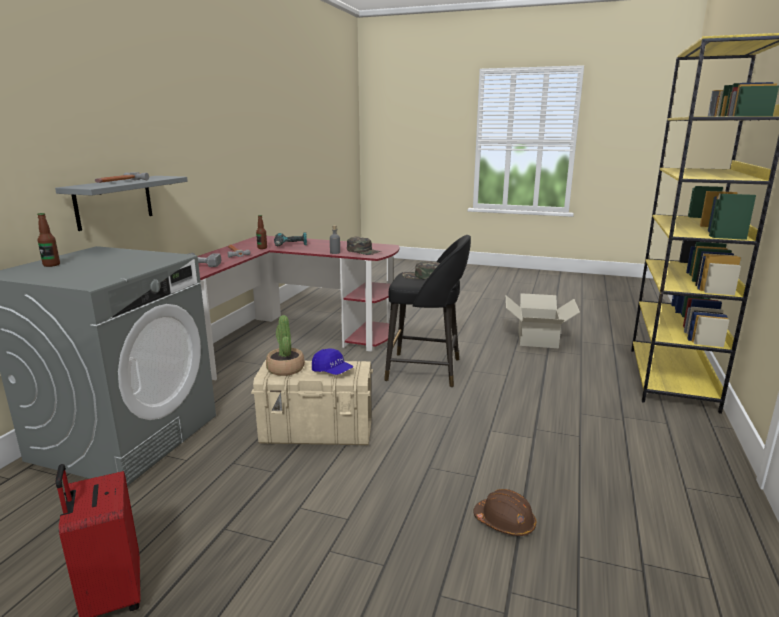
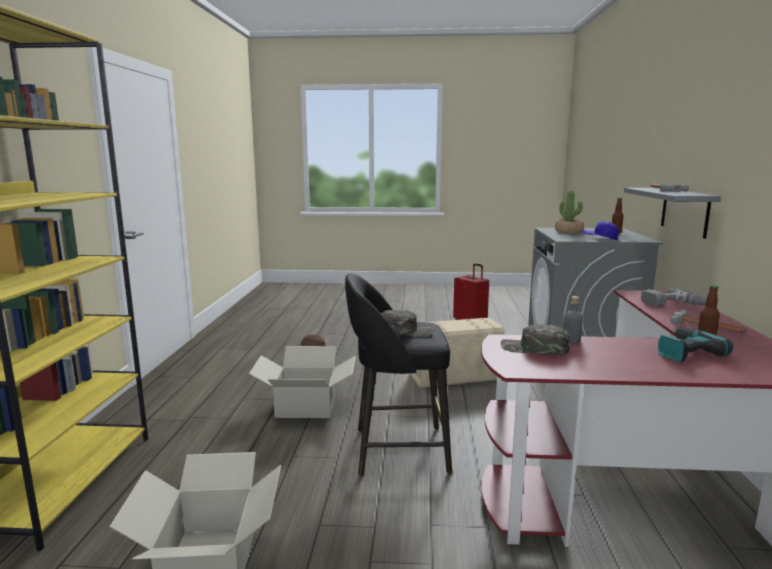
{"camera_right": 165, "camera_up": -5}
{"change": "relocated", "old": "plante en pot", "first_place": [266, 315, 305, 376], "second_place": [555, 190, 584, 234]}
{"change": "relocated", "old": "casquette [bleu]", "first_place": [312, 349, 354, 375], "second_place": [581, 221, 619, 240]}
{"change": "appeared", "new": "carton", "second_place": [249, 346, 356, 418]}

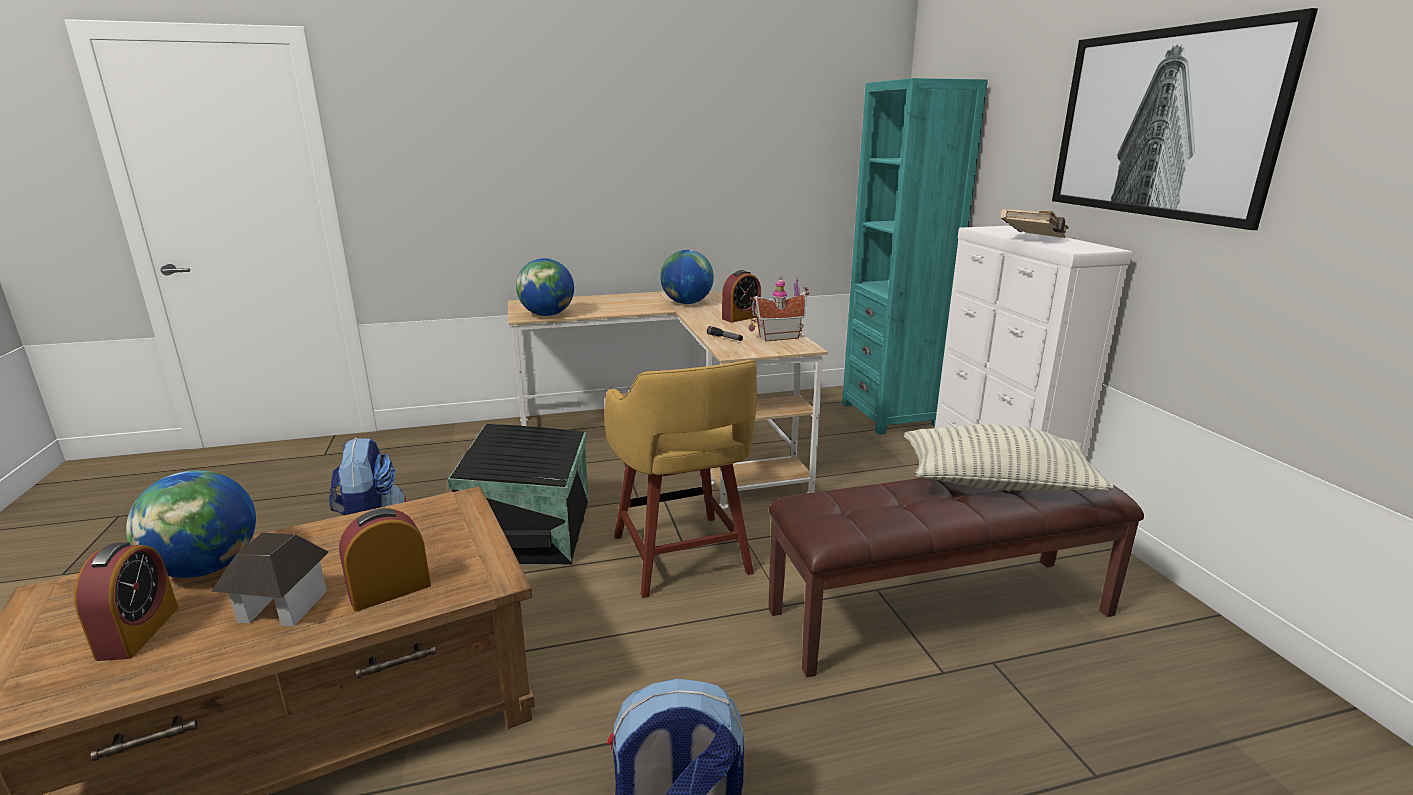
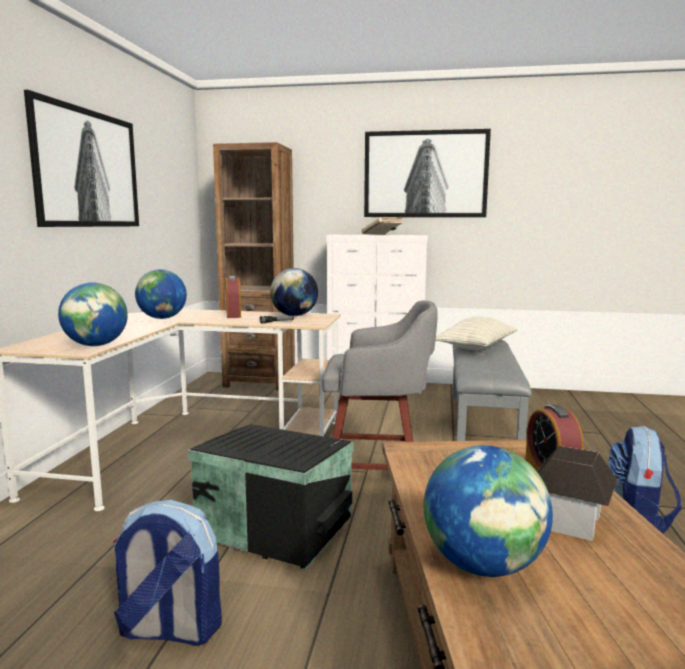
{"camera_right": -65, "camera_up": -10}
{"change": "missing", "old": "réveil", "first_place": [74, 542, 178, 661]}
{"change": "colour", "old": "tabouret [jaune]", "new": "tabouret [gris]", "first_place": [605, 360, 757, 598], "second_place": [322, 301, 438, 470]}
{"change": "exchanged", "old": "maison miniature", "new": "globe", "first_place": [748, 276, 809, 342], "second_place": [270, 268, 318, 316]}
{"change": "colour", "old": "banc [marron]", "new": "banc [gris]", "first_place": [769, 478, 1144, 677], "second_place": [452, 339, 532, 441]}
{"change": "colour", "old": "bibliothèque [turquoise]", "new": "bibliothèque [marron]", "first_place": [842, 78, 988, 435], "second_place": [213, 142, 295, 391]}
{"change": "appeared", "new": "tableau", "second_place": [24, 90, 139, 227]}

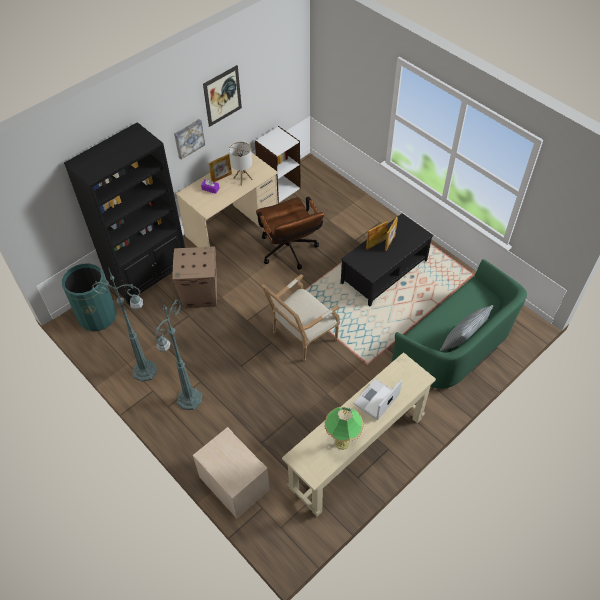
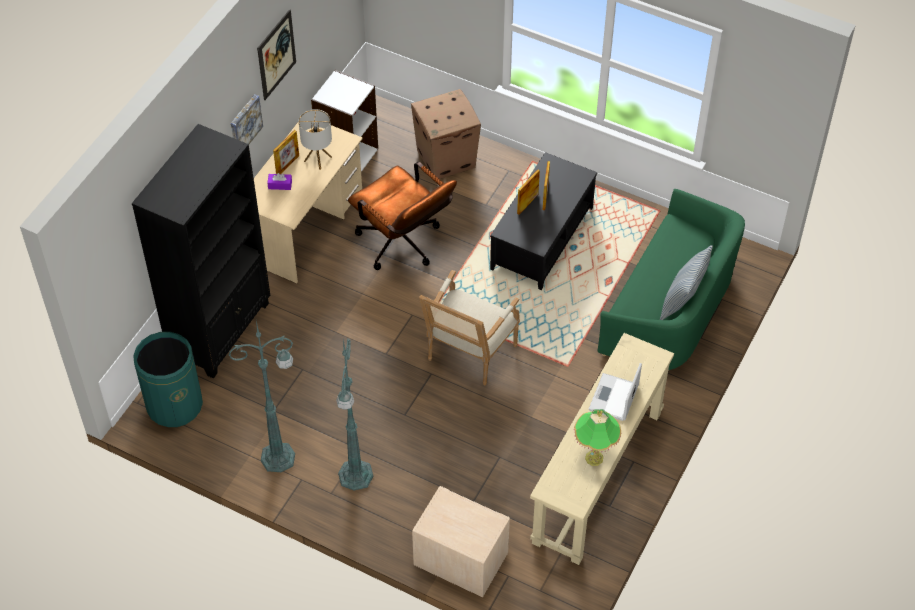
{"camera_right": -20, "camera_up": 0}
{"change": "relocated", "old": "carton", "first_place": [172, 246, 217, 308], "second_place": [411, 89, 481, 179]}

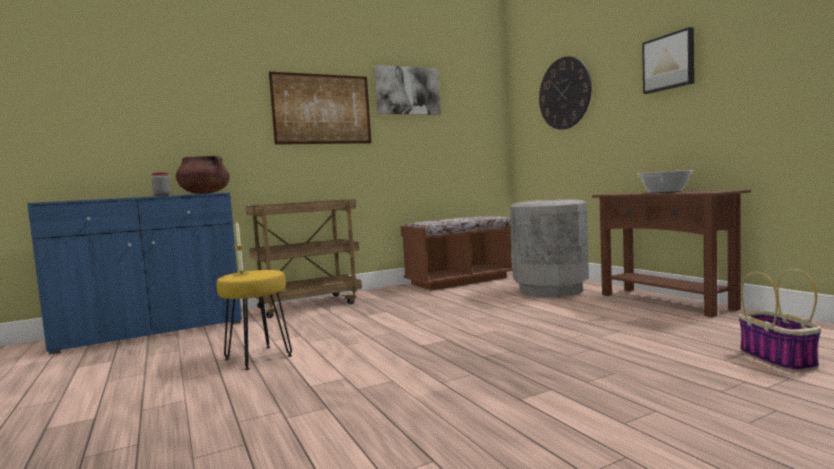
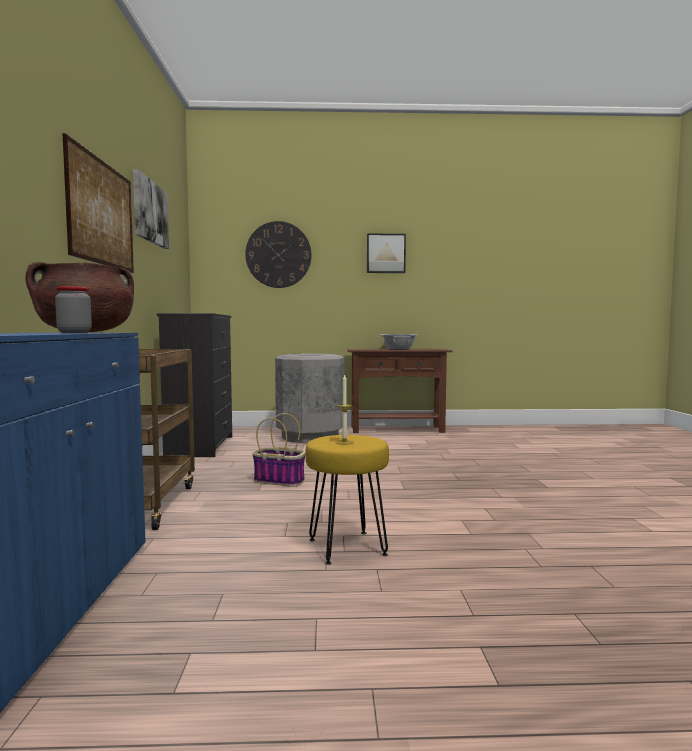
{"camera_right": -65, "camera_up": 0}
{"change": "exchanged", "old": "banc [marron]", "new": "commode [noir]", "first_place": [401, 216, 513, 291], "second_place": [157, 313, 232, 457]}
{"change": "relocated", "old": "panier", "first_place": [738, 269, 822, 373], "second_place": [252, 413, 305, 487]}

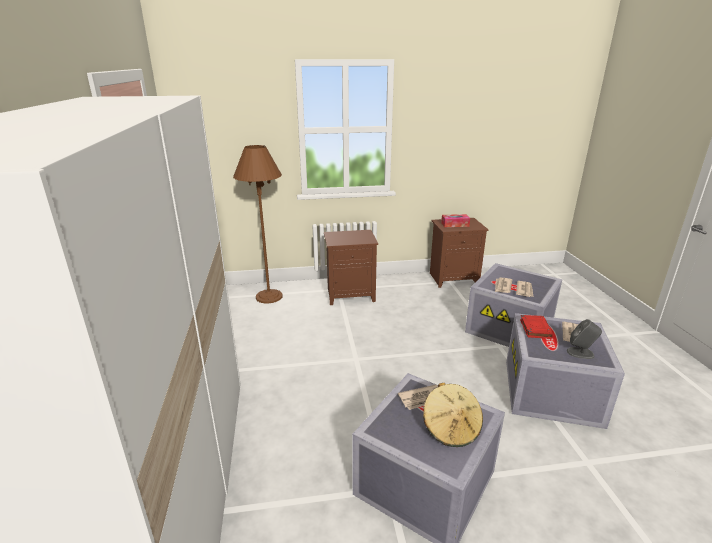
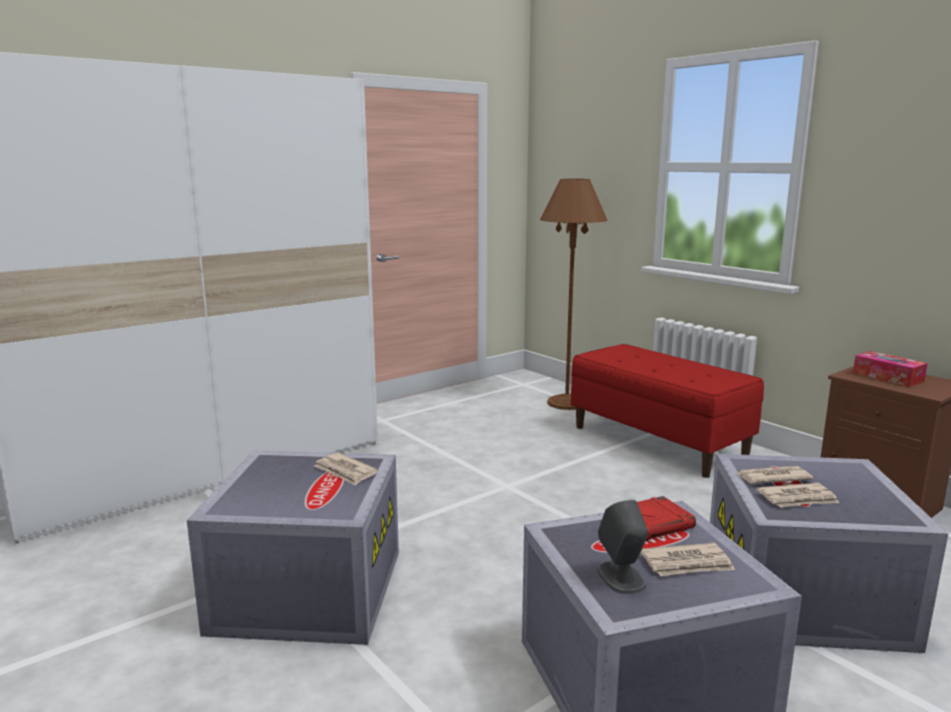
{"camera_right": 60, "camera_up": -10}
{"change": "exchanged", "old": "table de chevet [marron]", "new": "banc [rouge]", "first_place": [324, 230, 378, 305], "second_place": [571, 344, 764, 478]}
{"change": "missing", "old": "chapeau [beige]", "first_place": [423, 383, 483, 447]}

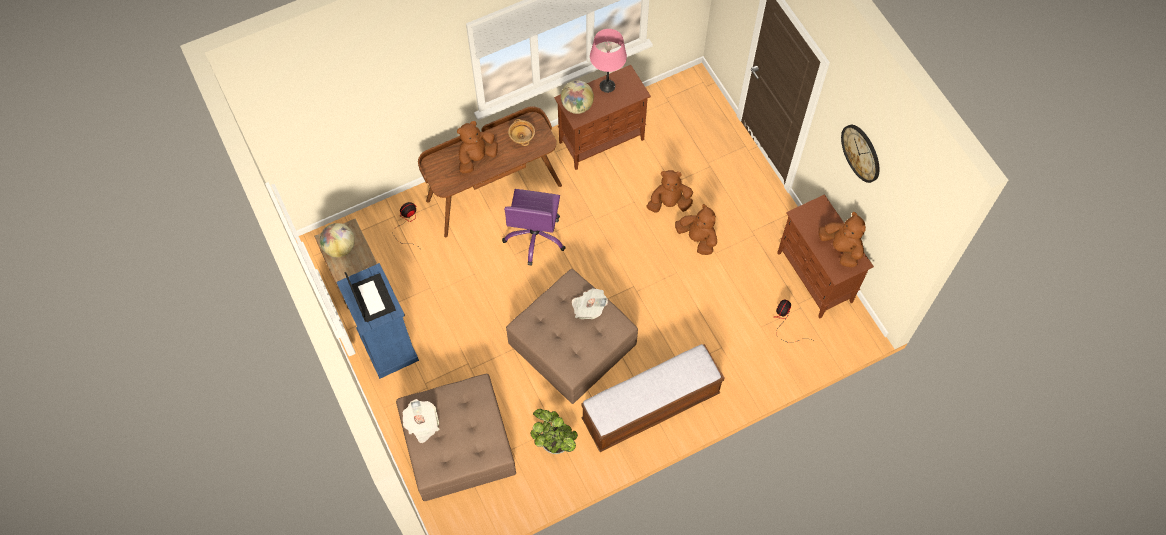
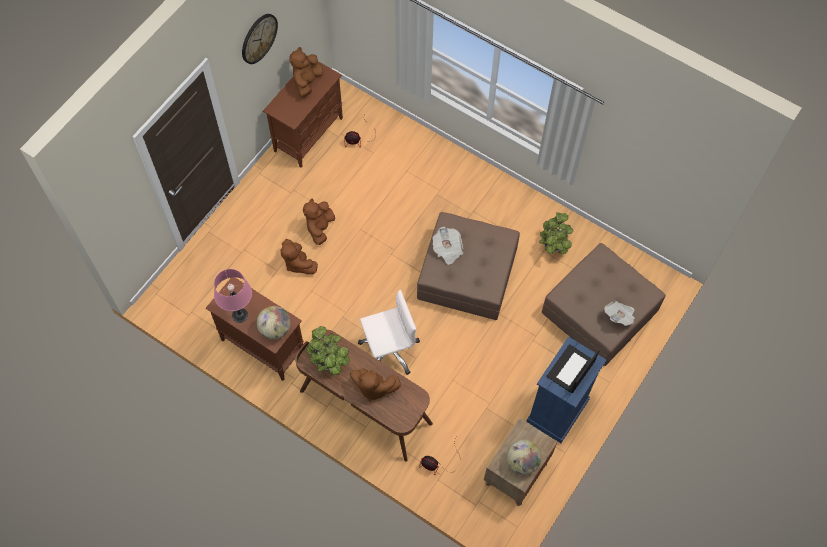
{"camera_right": -120, "camera_up": 0}
{"change": "colour", "old": "chaise de bureau [violet]", "new": "chaise de bureau [blanc]", "first_place": [502, 189, 566, 266], "second_place": [358, 290, 420, 375]}
{"change": "exchanged", "old": "bol [beige]", "new": "plante en pot", "first_place": [508, 119, 535, 146], "second_place": [307, 326, 350, 375]}
{"change": "missing", "old": "banc", "first_place": [581, 344, 724, 452]}

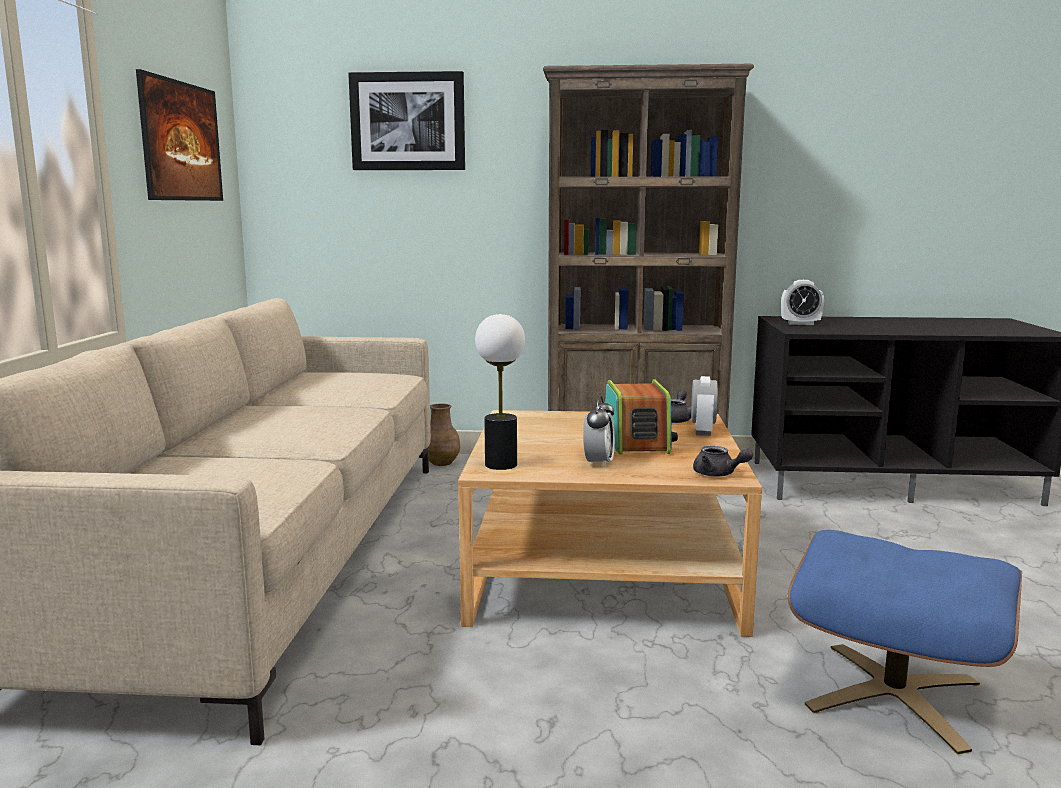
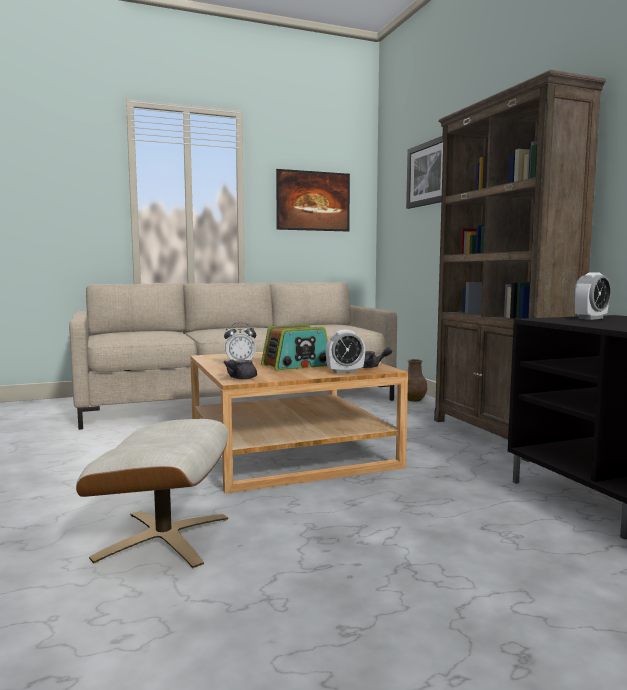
{"camera_right": 65, "camera_up": -5}
{"change": "missing", "old": "lampe de table", "first_place": [475, 314, 525, 470]}
{"change": "spun", "old": "réveil", "first_place": [781, 280, 824, 325], "second_place": [574, 272, 611, 320], "degrees": -105}
{"change": "colour", "old": "pouf [bleu]", "new": "pouf [beige]", "first_place": [788, 530, 1022, 755], "second_place": [76, 419, 228, 568]}

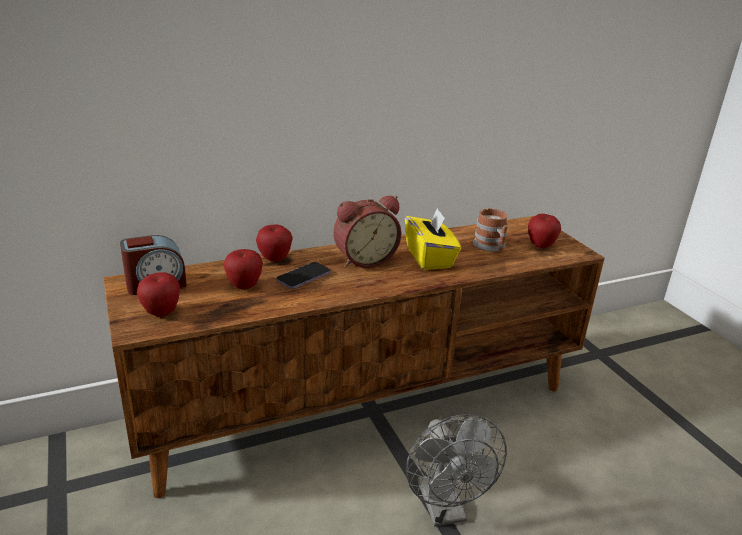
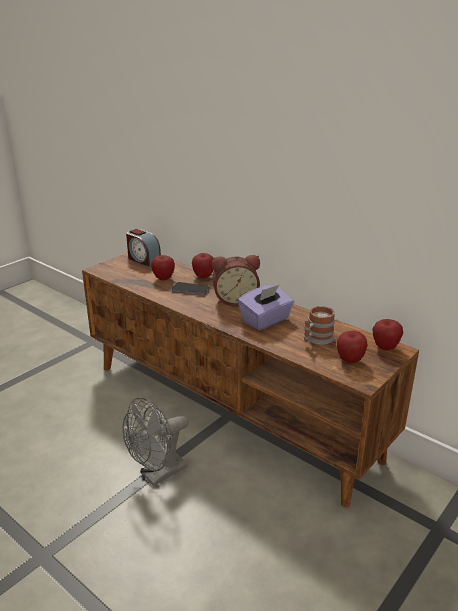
{"camera_right": 65, "camera_up": 0}
{"change": "relocated", "old": "pomme", "first_place": [137, 272, 180, 317], "second_place": [372, 319, 403, 350]}
{"change": "spun", "old": "réveil", "first_place": [333, 196, 401, 268], "second_place": [212, 255, 260, 307], "degrees": -45}
{"change": "colour", "old": "boîte à mouchoirs [jaune]", "new": "boîte à mouchoirs [violet]", "first_place": [405, 207, 461, 270], "second_place": [238, 285, 294, 330]}

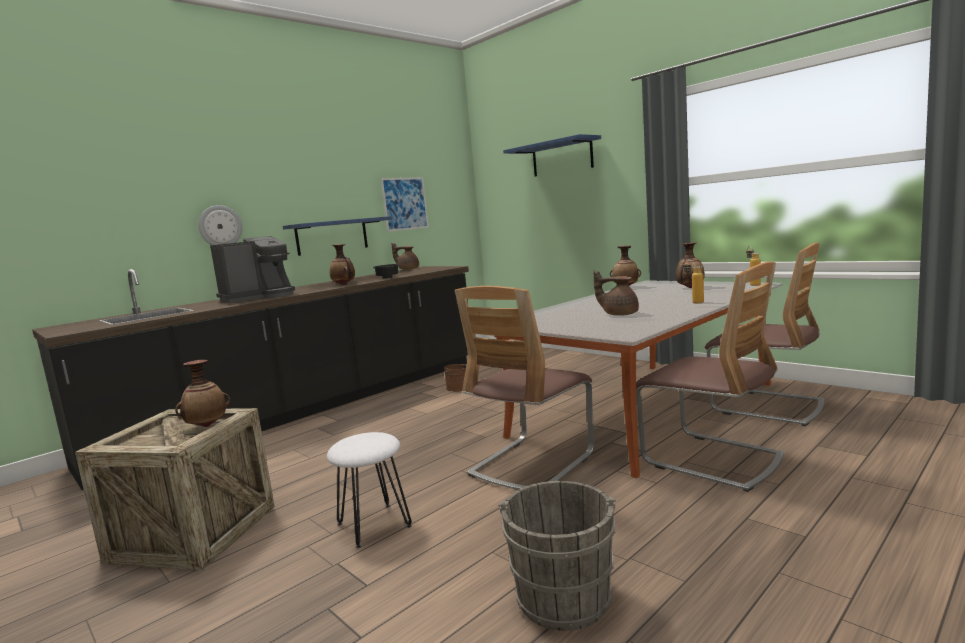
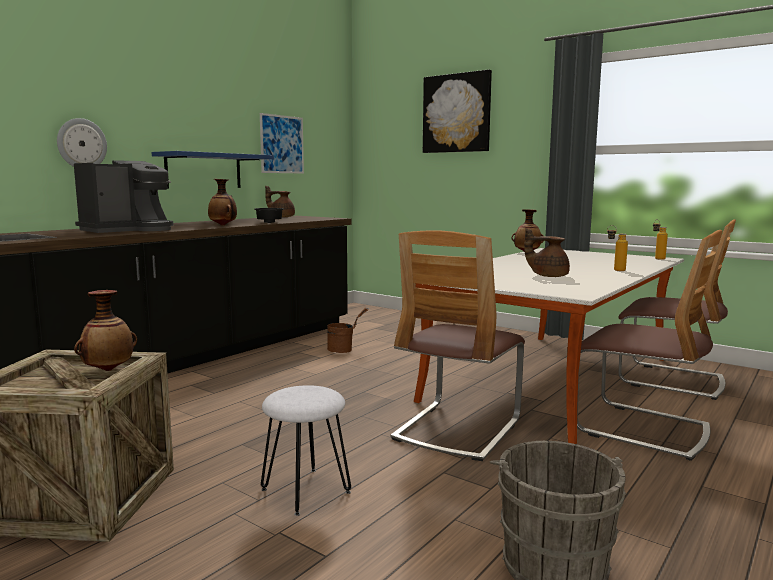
{"camera_right": -10, "camera_up": 0}
{"change": "exchanged", "old": "étagère [bleu]", "new": "tableau", "first_place": [503, 134, 601, 177], "second_place": [423, 70, 492, 153]}
{"change": "missing", "old": "vase", "first_place": [676, 242, 705, 288]}

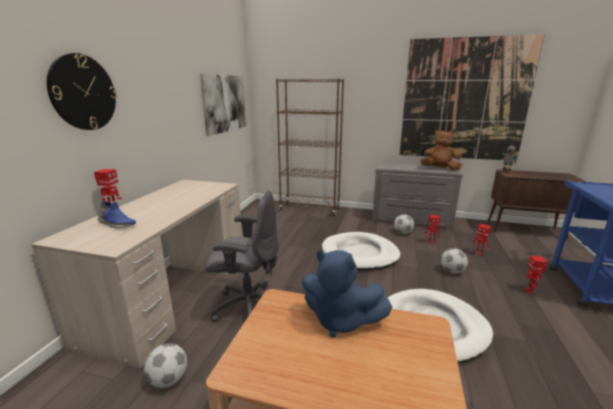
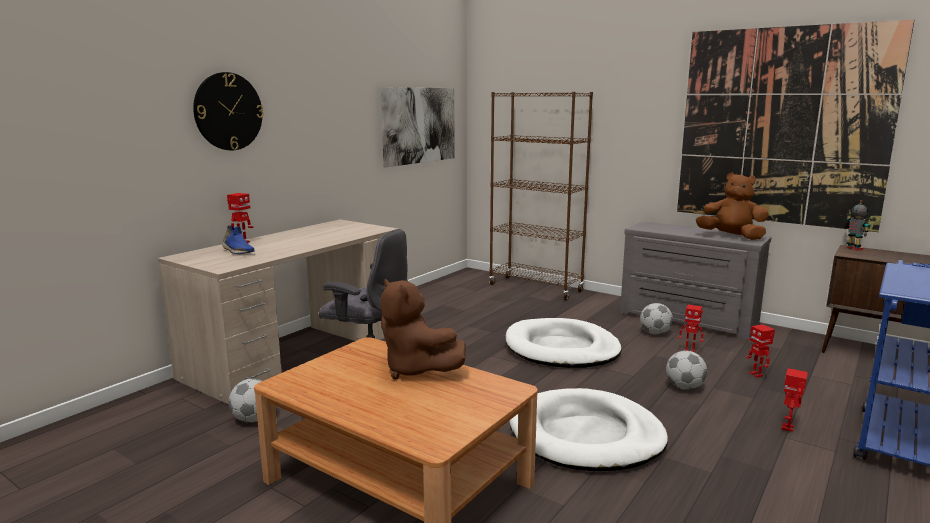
{"camera_right": 20, "camera_up": -5}
{"change": "colour", "old": "peluche [bleu]", "new": "peluche [marron]", "first_place": [301, 250, 393, 338], "second_place": [380, 279, 466, 379]}

